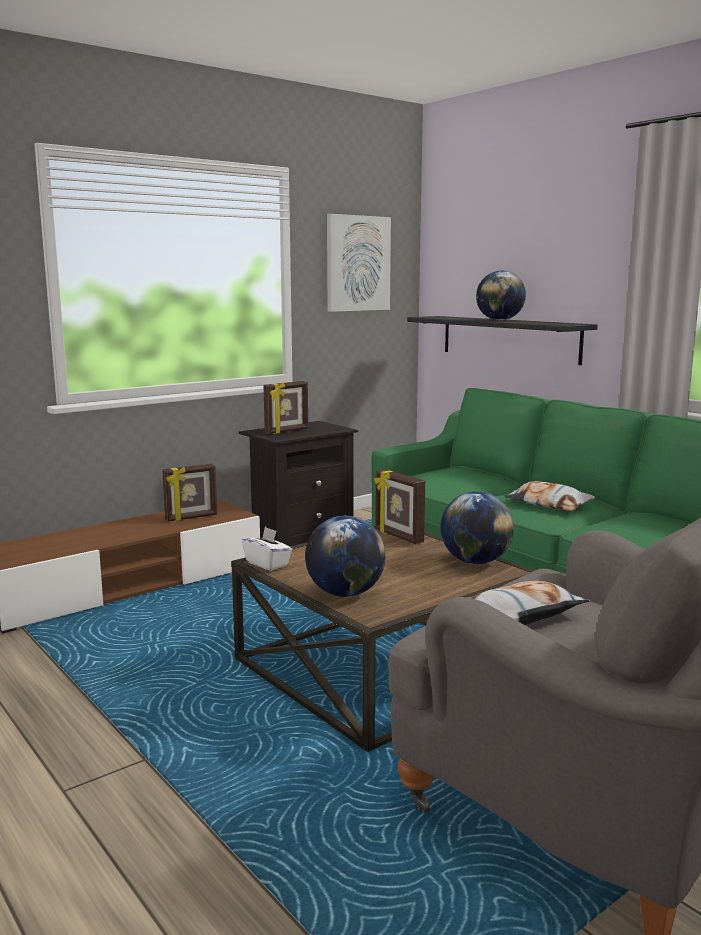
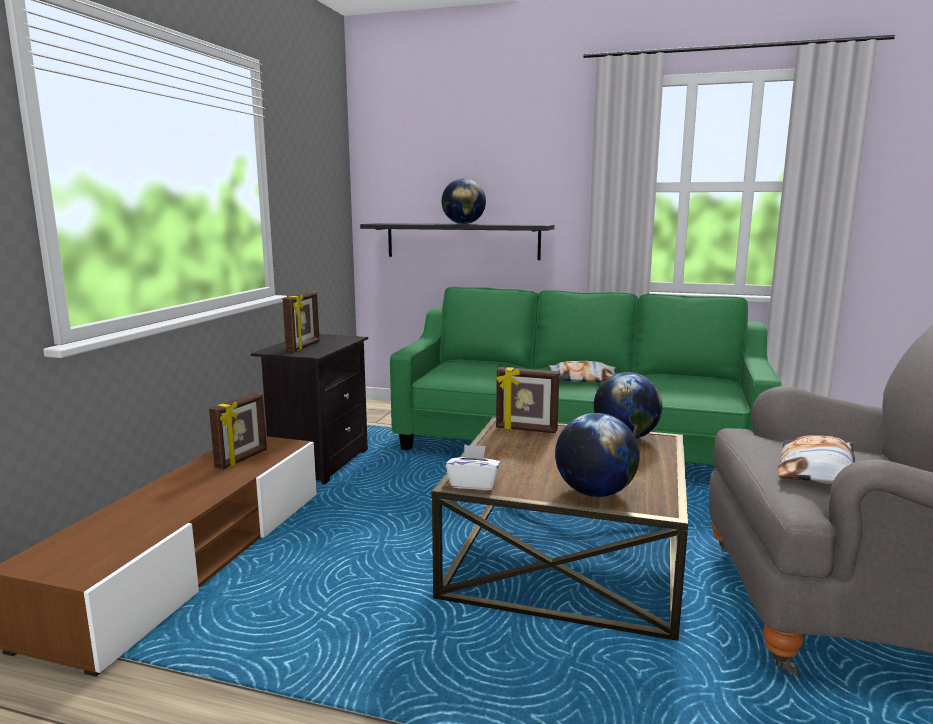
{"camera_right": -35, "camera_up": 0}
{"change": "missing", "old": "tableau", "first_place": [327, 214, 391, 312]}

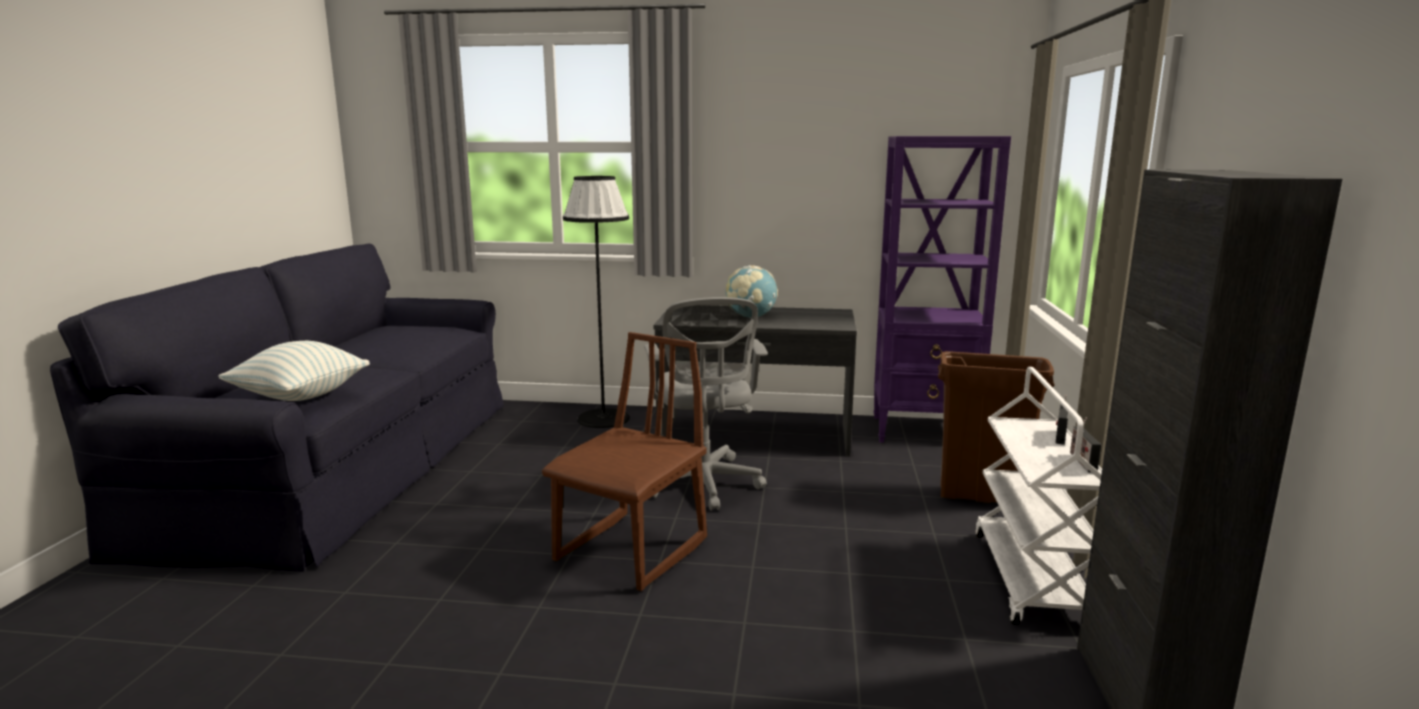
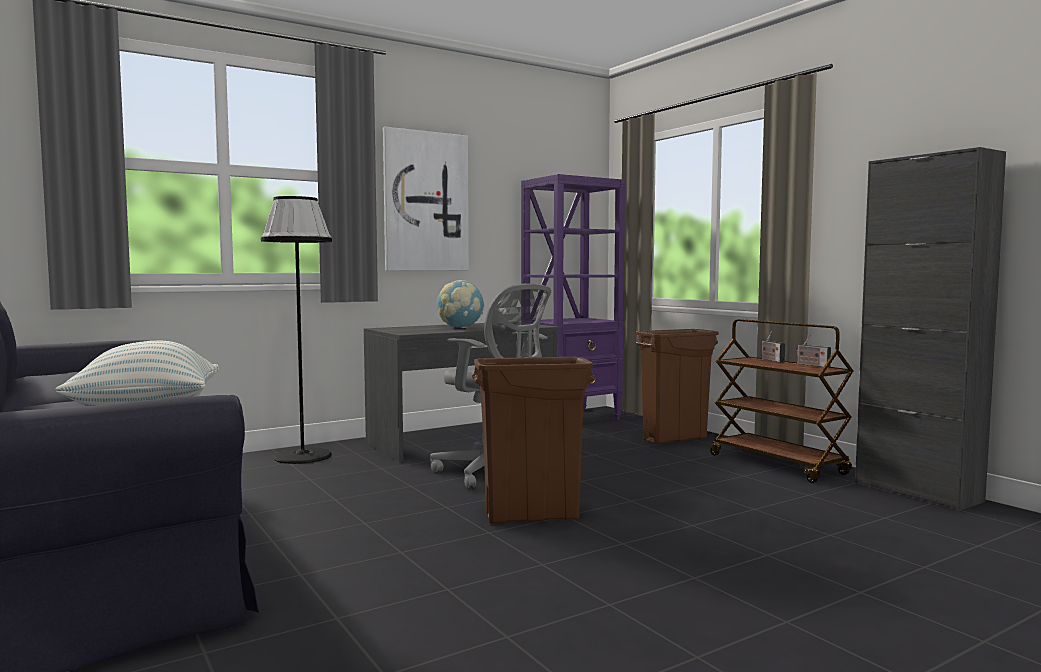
{"camera_right": -40, "camera_up": -10}
{"change": "exchanged", "old": "chaise [marron]", "new": "poubelle [marron]", "first_place": [542, 332, 707, 591], "second_place": [472, 357, 594, 524]}
{"change": "colour", "old": "chariot [blanc]", "new": "chariot [marron]", "first_place": [975, 367, 1102, 625], "second_place": [710, 319, 853, 483]}
{"change": "appeared", "new": "tableau", "second_place": [383, 127, 469, 271]}

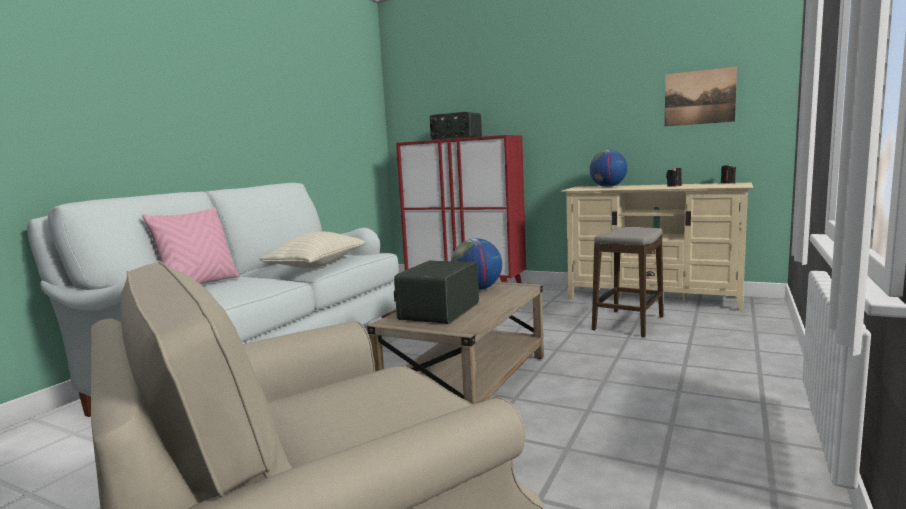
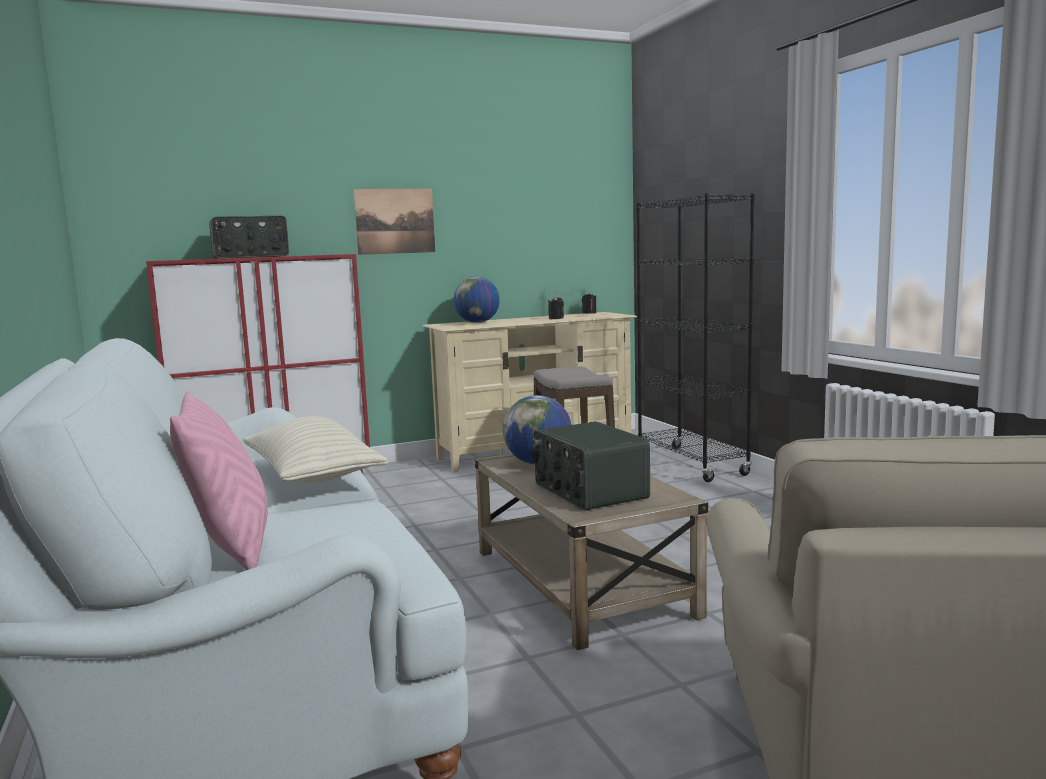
{"camera_right": -50, "camera_up": 0}
{"change": "relocated", "old": "tableau", "first_place": [665, 66, 737, 127], "second_place": [353, 189, 435, 255]}
{"change": "appeared", "new": "bibliothèque [noir]", "second_place": [636, 193, 755, 482]}

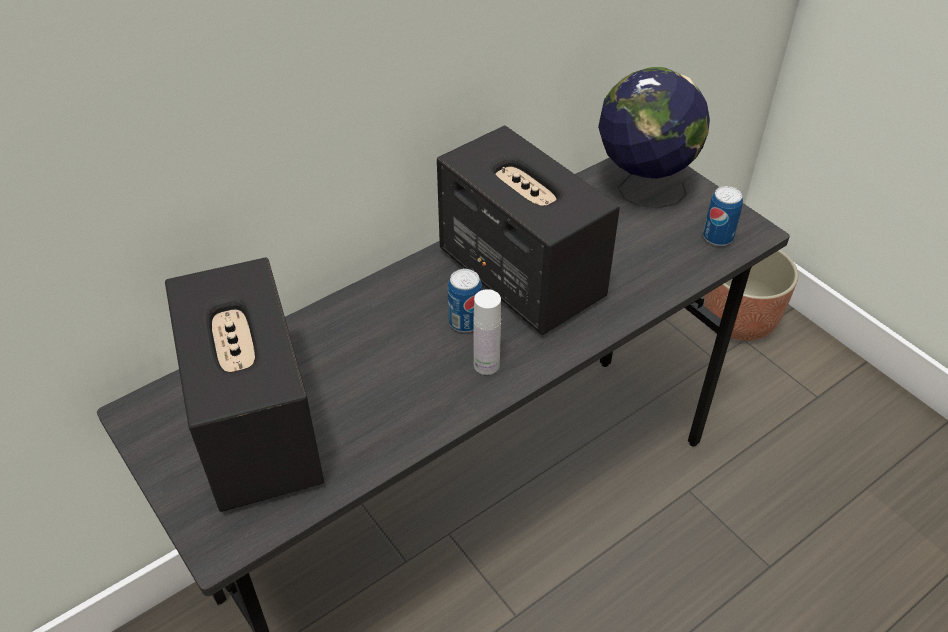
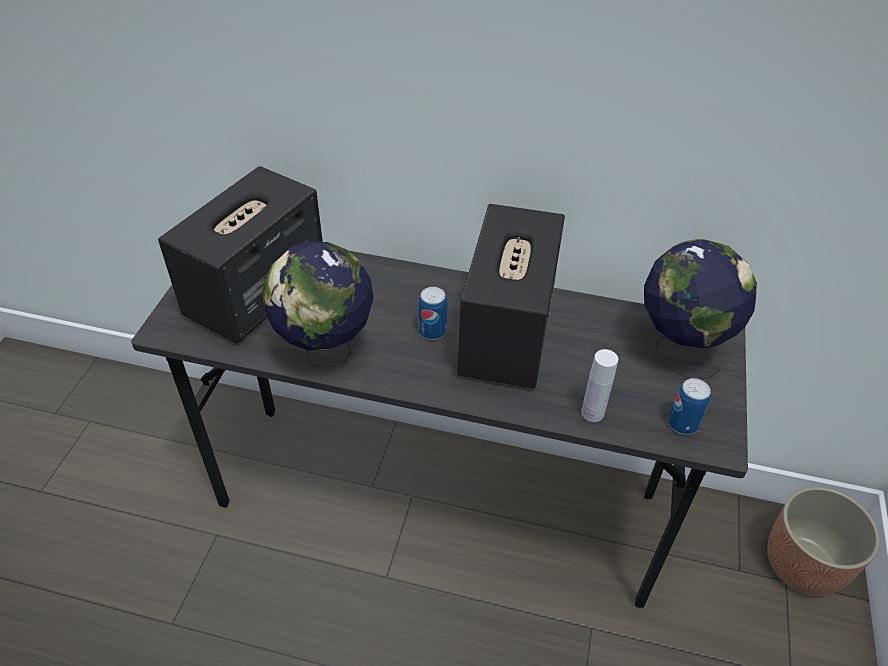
{"camera_right": 50, "camera_up": 0}
{"change": "relocated", "old": "bouteille [blanc]", "first_place": [473, 289, 501, 375], "second_place": [581, 349, 618, 422]}
{"change": "appeared", "new": "globe", "second_place": [263, 241, 374, 367]}

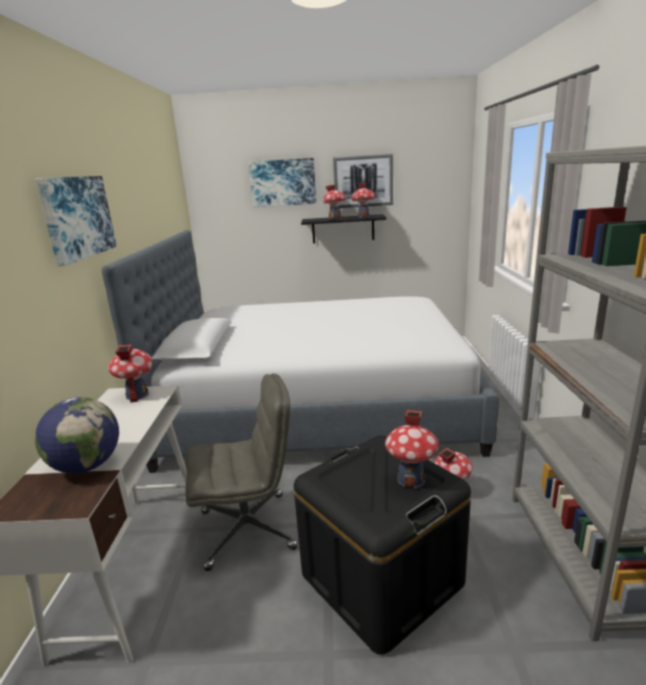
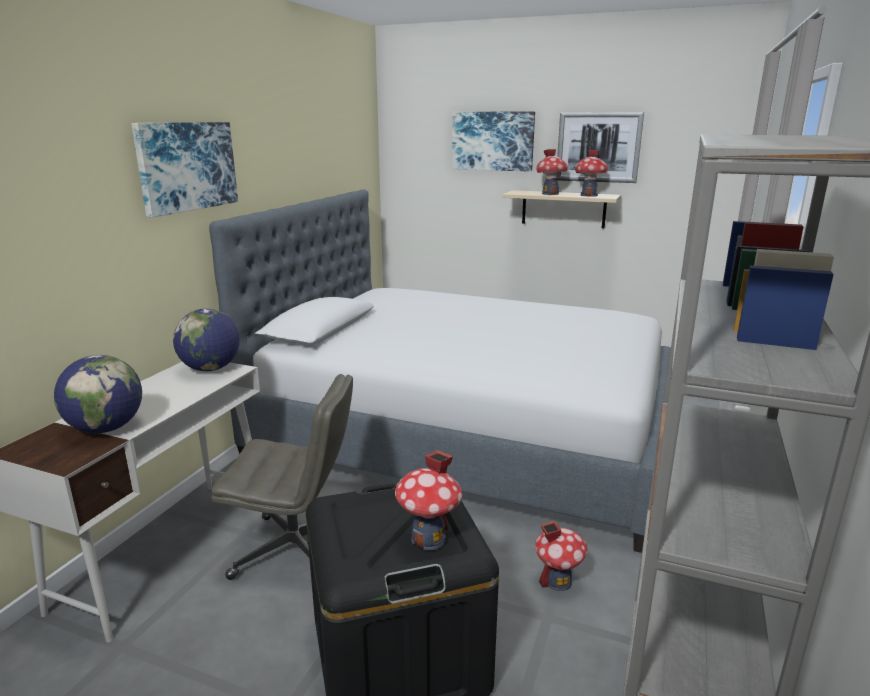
{"camera_right": 20, "camera_up": 0}
{"change": "exchanged", "old": "maison miniature", "new": "globe", "first_place": [108, 344, 153, 402], "second_place": [173, 309, 240, 371]}
{"change": "colour", "old": "étagère [noir]", "new": "étagère [beige]", "first_place": [301, 214, 386, 244], "second_place": [502, 190, 621, 228]}

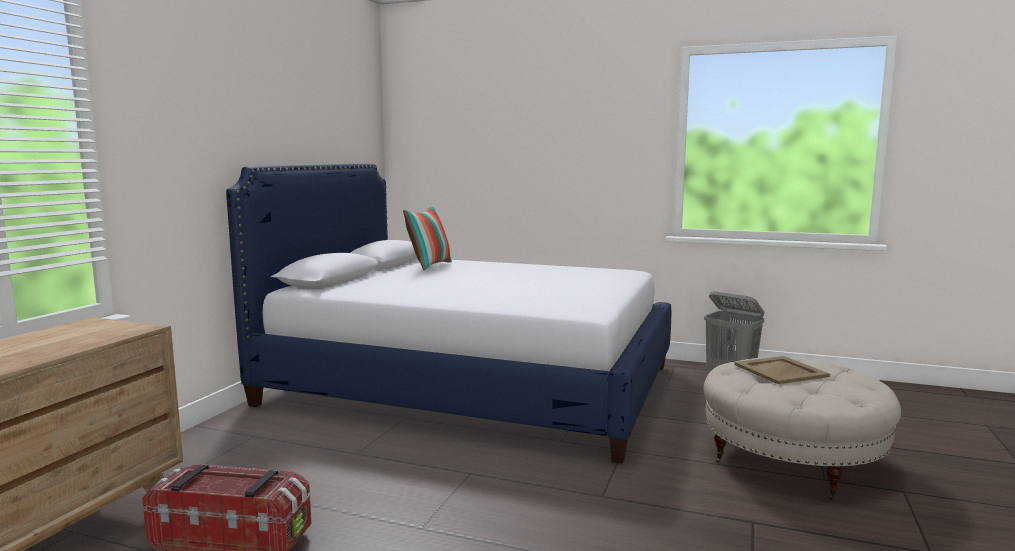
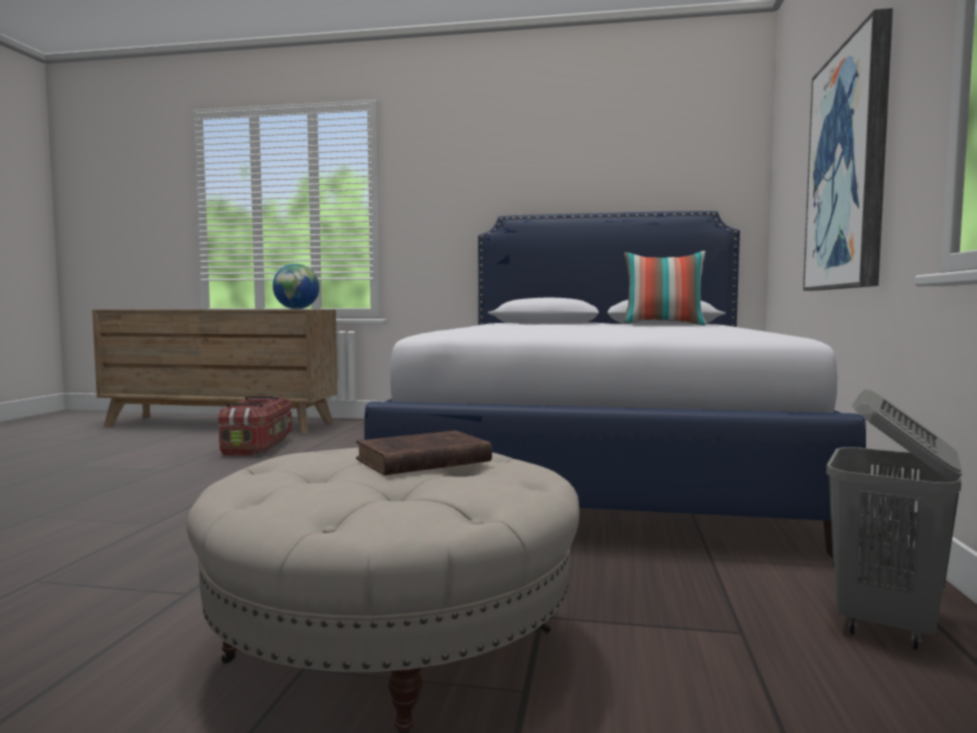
{"camera_right": 80, "camera_up": -5}
{"change": "exchanged", "old": "plateau [beige]", "new": "livre [marron]", "first_place": [734, 356, 830, 384], "second_place": [356, 430, 492, 475]}
{"change": "appeared", "new": "globe", "second_place": [273, 264, 319, 309]}
{"change": "appeared", "new": "tableau", "second_place": [803, 8, 893, 291]}

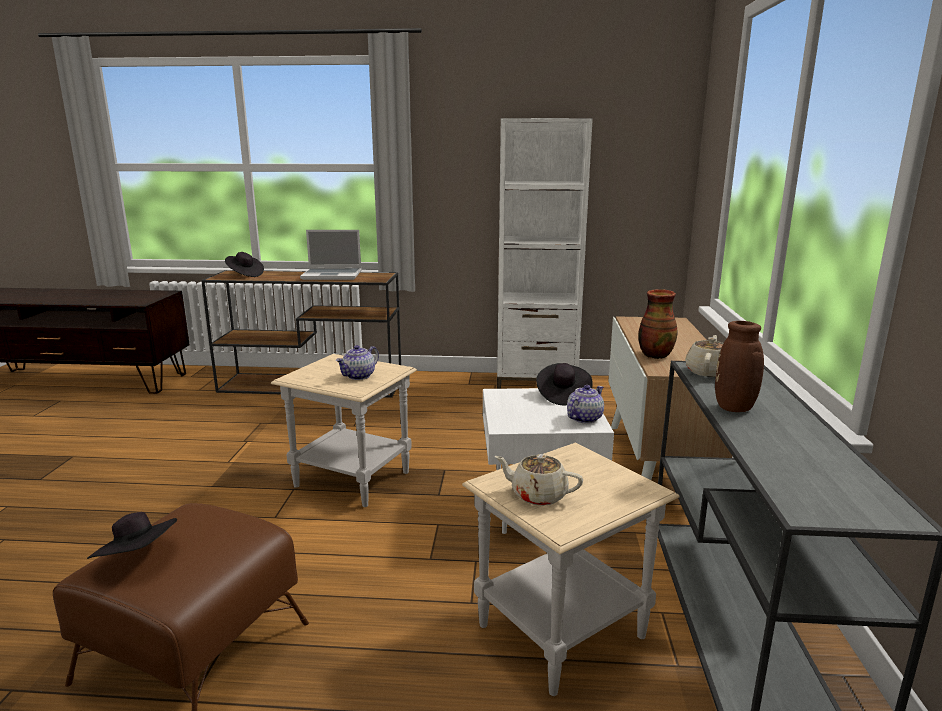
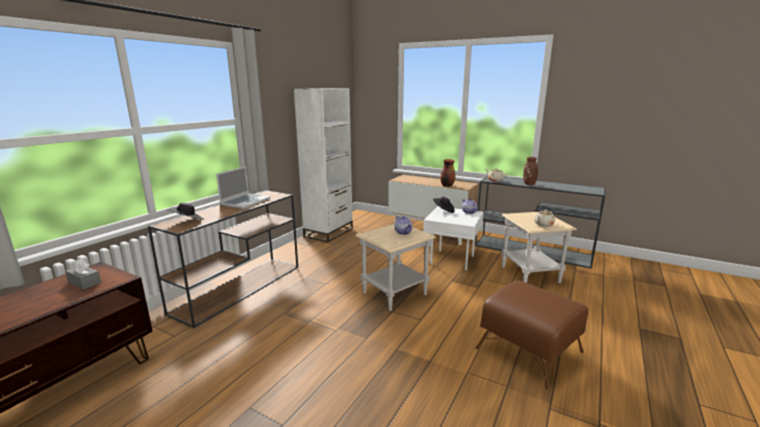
{"camera_right": -65, "camera_up": 0}
{"change": "missing", "old": "chapeau [noir]", "first_place": [87, 512, 177, 559]}
{"change": "appeared", "new": "boîte à mouchoirs [gris]", "second_place": [65, 259, 101, 290]}

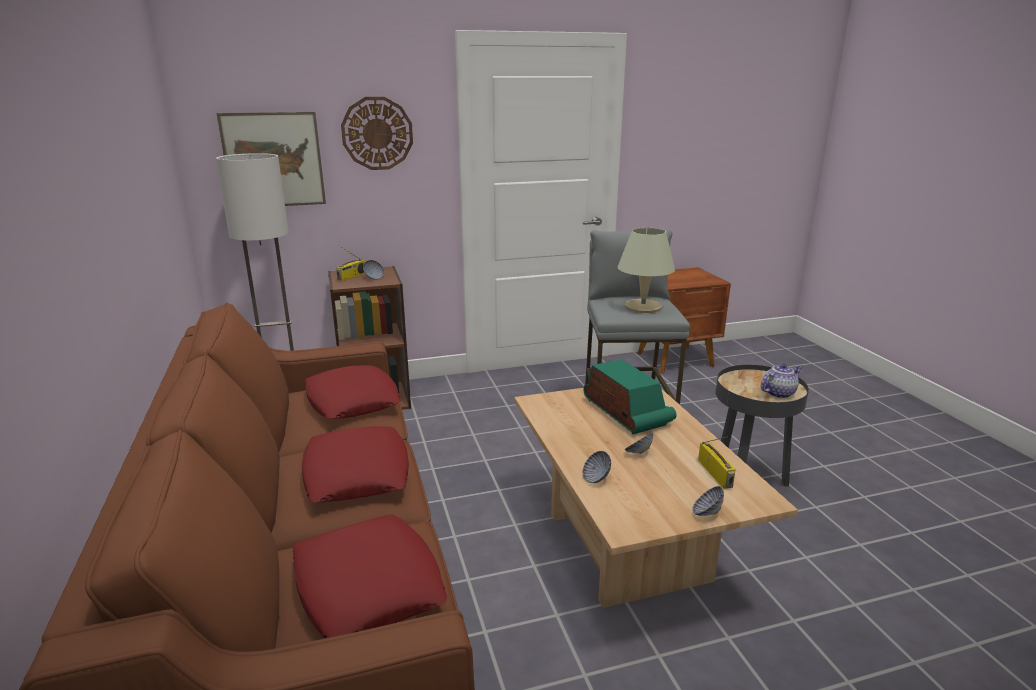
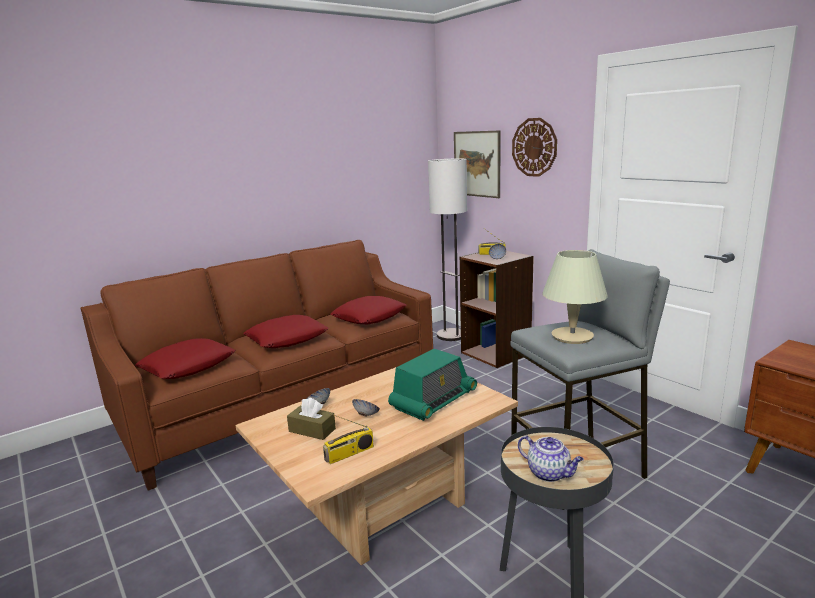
{"camera_right": 70, "camera_up": -5}
{"change": "missing", "old": "bol", "first_place": [692, 486, 724, 516]}
{"change": "appeared", "new": "boîte à mouchoirs [marron]", "second_place": [287, 397, 336, 440]}

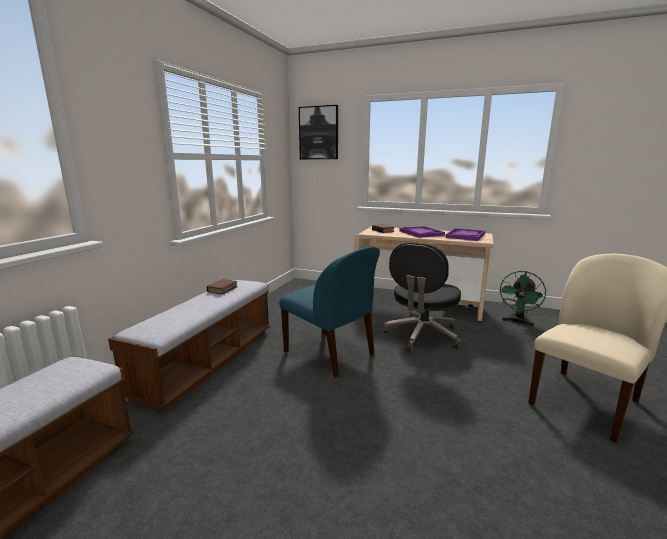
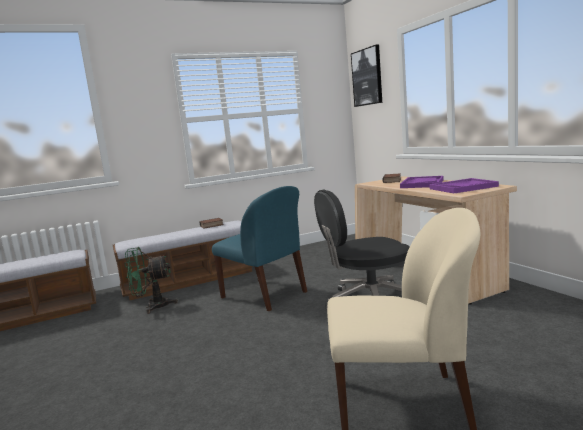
{"camera_right": 45, "camera_up": -5}
{"change": "spun", "old": "chaise [bleu]", "first_place": [279, 247, 380, 377], "second_place": [212, 186, 307, 311], "degrees": -45}
{"change": "relocated", "old": "ventilateur [vert]", "first_place": [499, 271, 546, 327], "second_place": [125, 247, 178, 314]}

